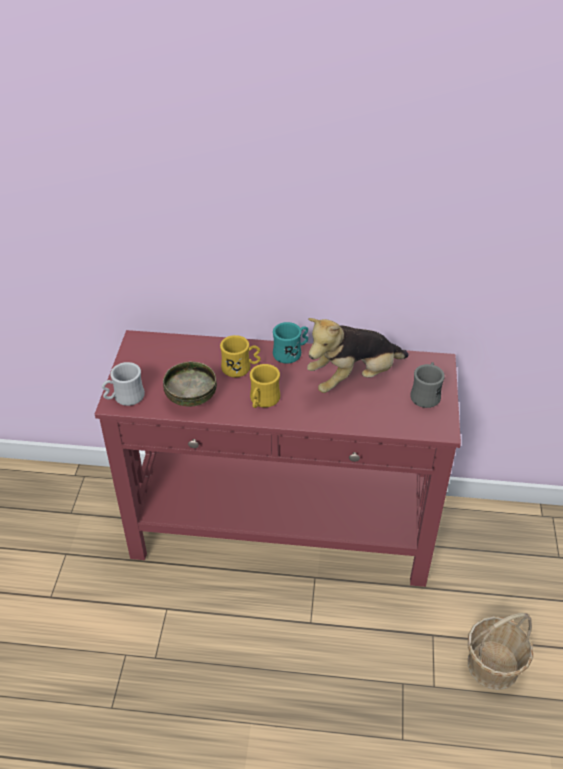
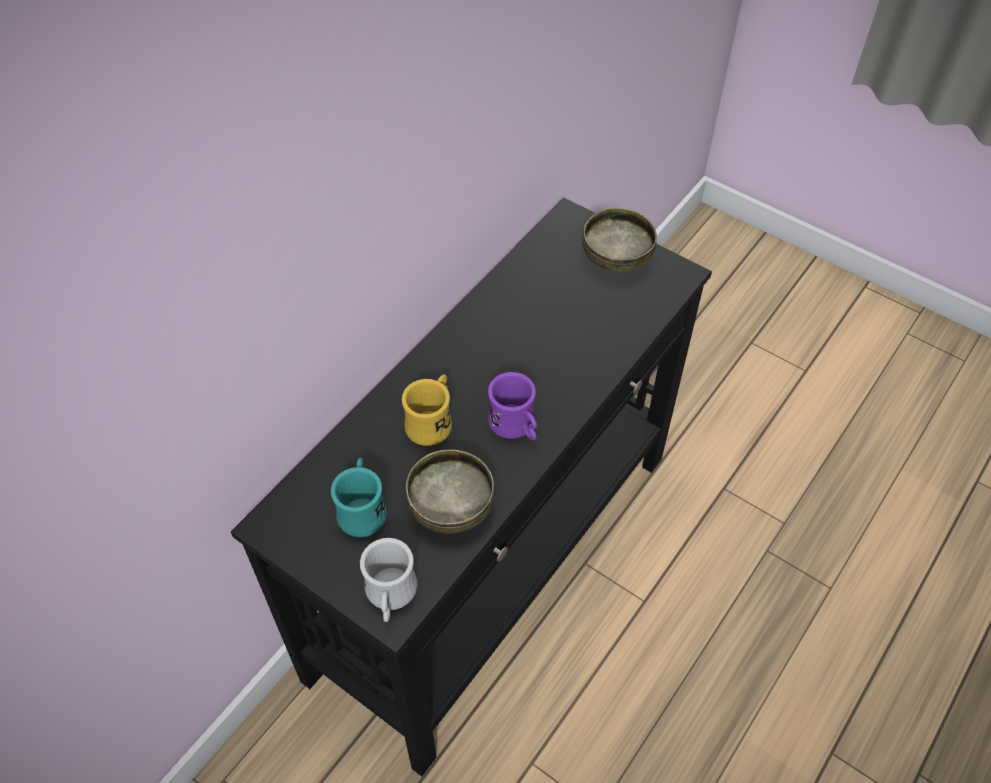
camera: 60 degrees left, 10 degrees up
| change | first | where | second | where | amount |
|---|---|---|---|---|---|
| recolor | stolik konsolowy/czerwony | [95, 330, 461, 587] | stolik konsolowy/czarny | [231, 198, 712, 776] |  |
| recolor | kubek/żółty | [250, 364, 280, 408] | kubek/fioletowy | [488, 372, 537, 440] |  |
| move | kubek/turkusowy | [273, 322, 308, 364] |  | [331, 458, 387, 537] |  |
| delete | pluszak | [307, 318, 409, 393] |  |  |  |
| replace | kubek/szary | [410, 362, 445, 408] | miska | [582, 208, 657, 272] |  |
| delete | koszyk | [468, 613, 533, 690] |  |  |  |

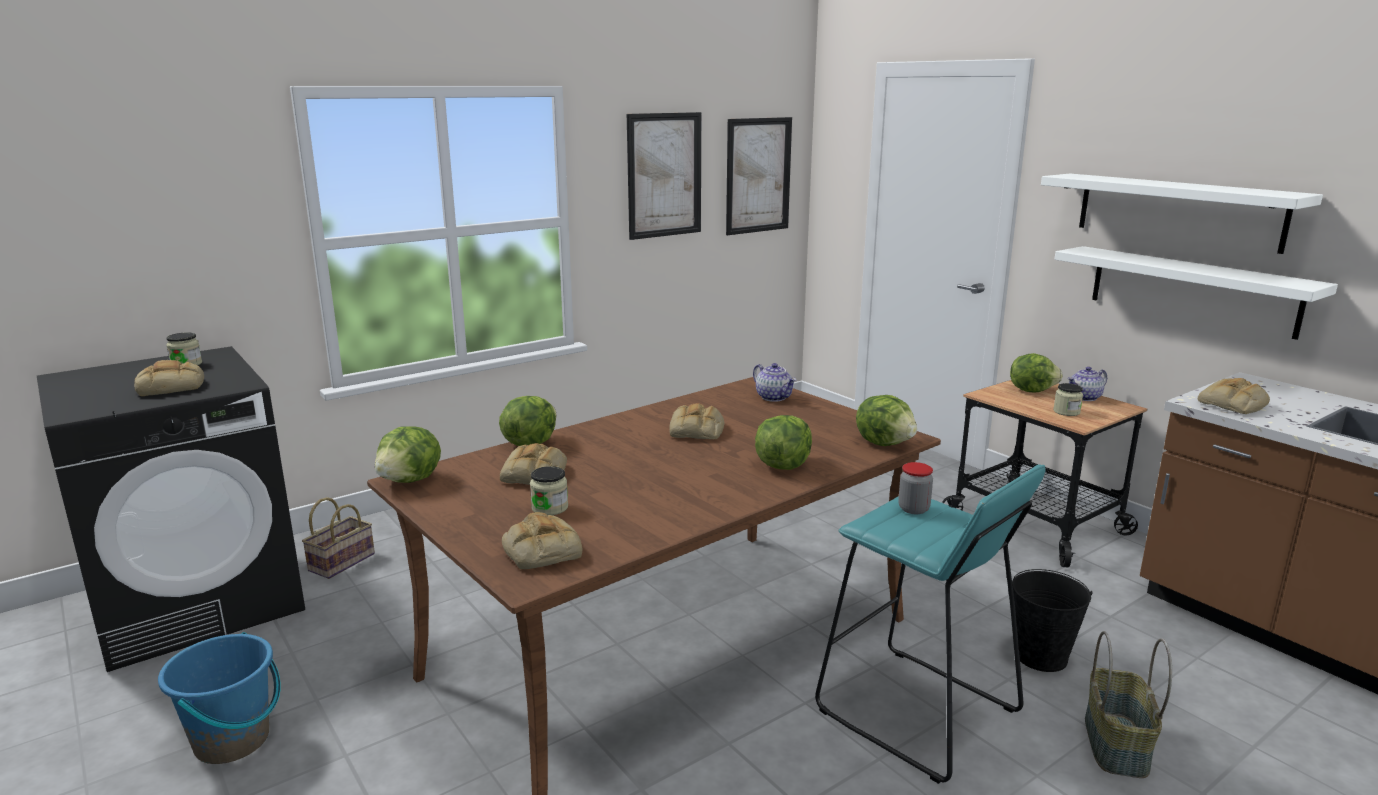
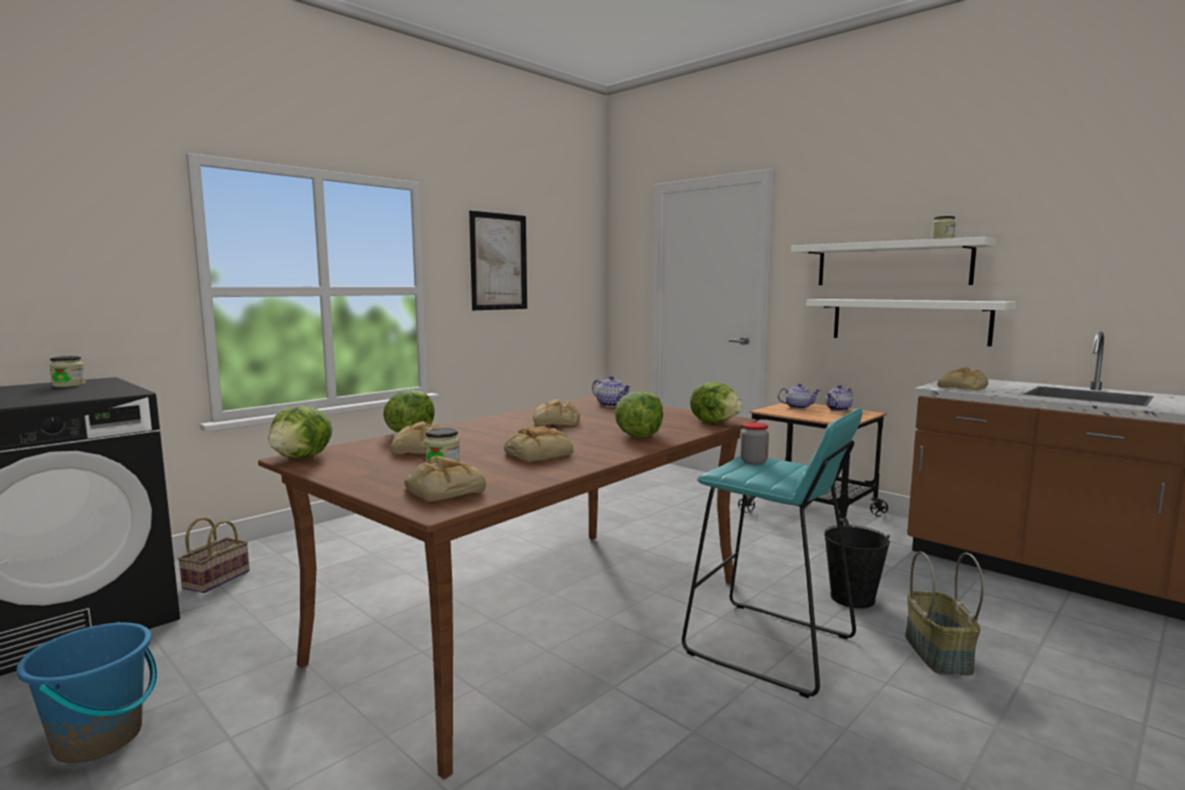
camera: 10 degrees left, 10 degrees down
| change | first | where | second | where | amount |
|---|---|---|---|---|---|
| move | chleb | [134, 360, 204, 396] |  | [504, 426, 574, 462] |  |
| delete | obraz | [726, 117, 792, 235] |  |  |  |
| replace | sałata | [1010, 353, 1063, 392] | imbryk | [778, 383, 821, 409] |  |
| move | słoik | [1053, 383, 1083, 416] |  | [931, 216, 956, 239] |  |

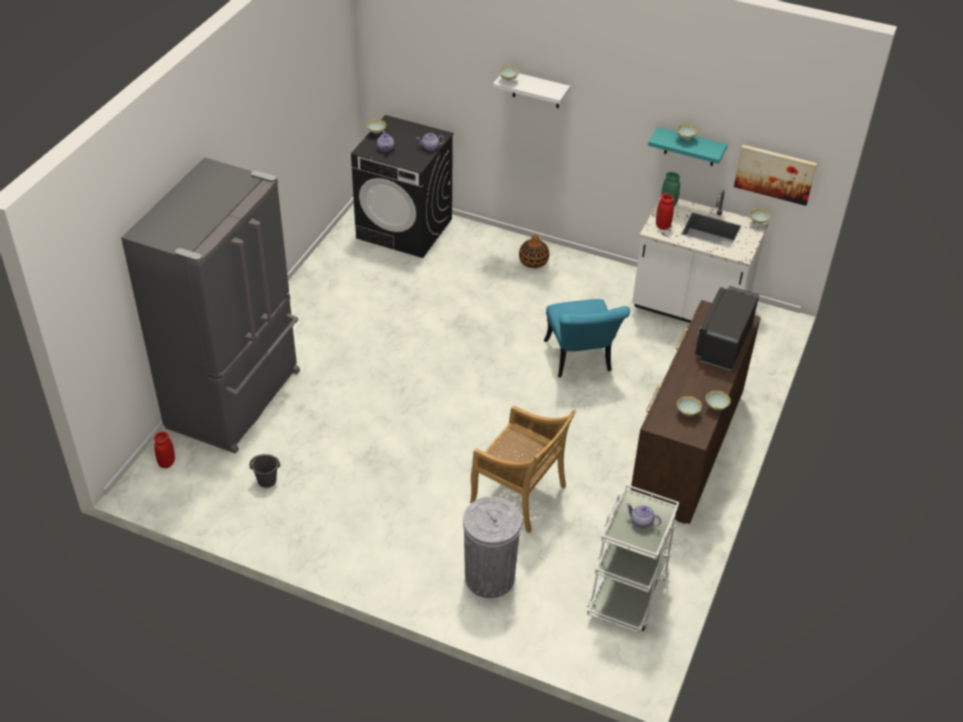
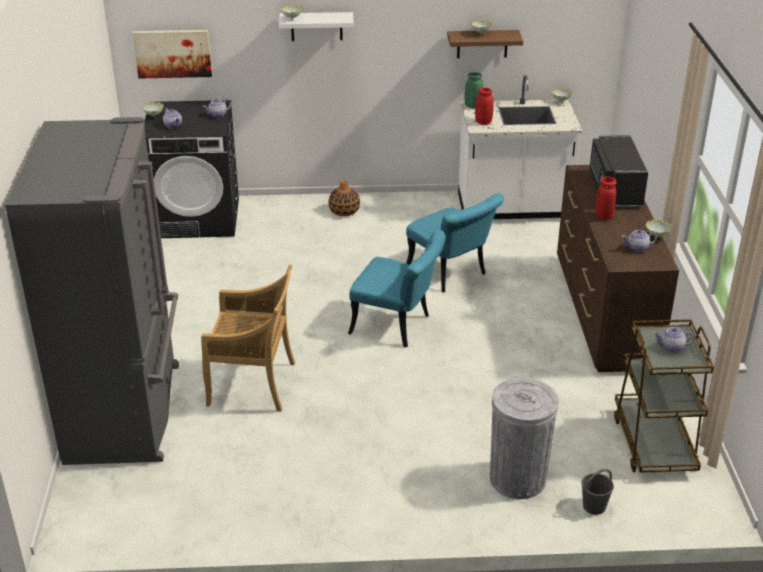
camera: 25 degrees left, 10 degrees down
| change | first | where | second | where | amount |
|---|---|---|---|---|---|
| move | wazon/czerwony | [154, 432, 175, 468] |  | [596, 177, 617, 220] |  |
| move | wiadro/szary | [250, 454, 280, 488] |  | [581, 469, 614, 515] |  |
| move | krzesło/beżowy | [470, 405, 576, 533] |  | [201, 264, 295, 412] |  |
| recolor | wózek/biały | [587, 484, 679, 633] | wózek/brązowy | [614, 319, 714, 473] |  |
| recolor | półka/turkusowy | [648, 127, 728, 166] | półka/brązowy | [447, 30, 523, 58] |  |
| replace | miska | [677, 396, 702, 416] | imbryk | [622, 229, 657, 253] |  |
| move | obraz | [734, 145, 817, 206] |  | [133, 30, 212, 78] |  |
| insert |  |  | krzesło/turkusowy | [348, 230, 446, 347] |  |

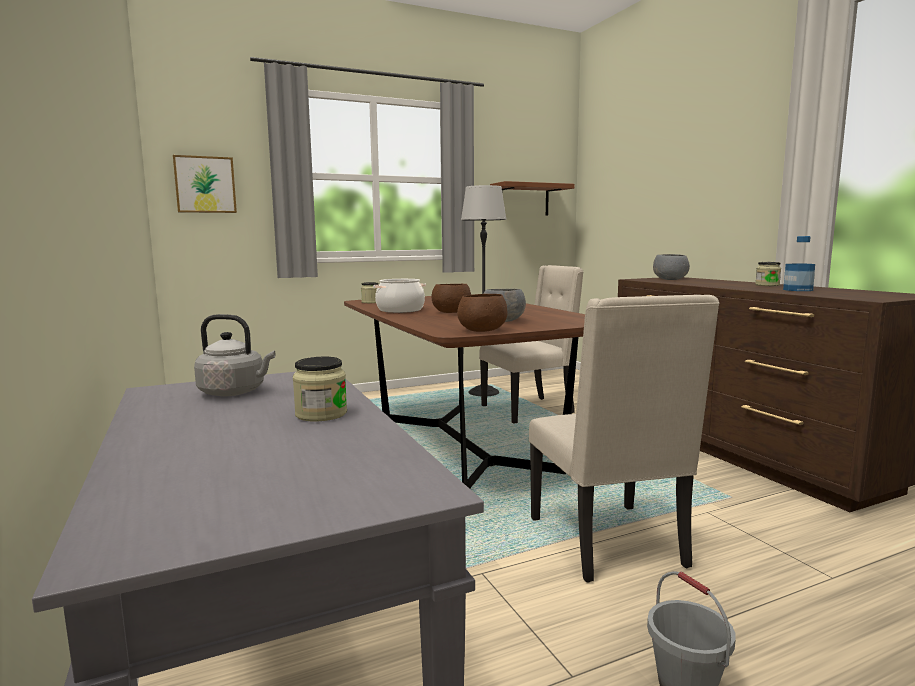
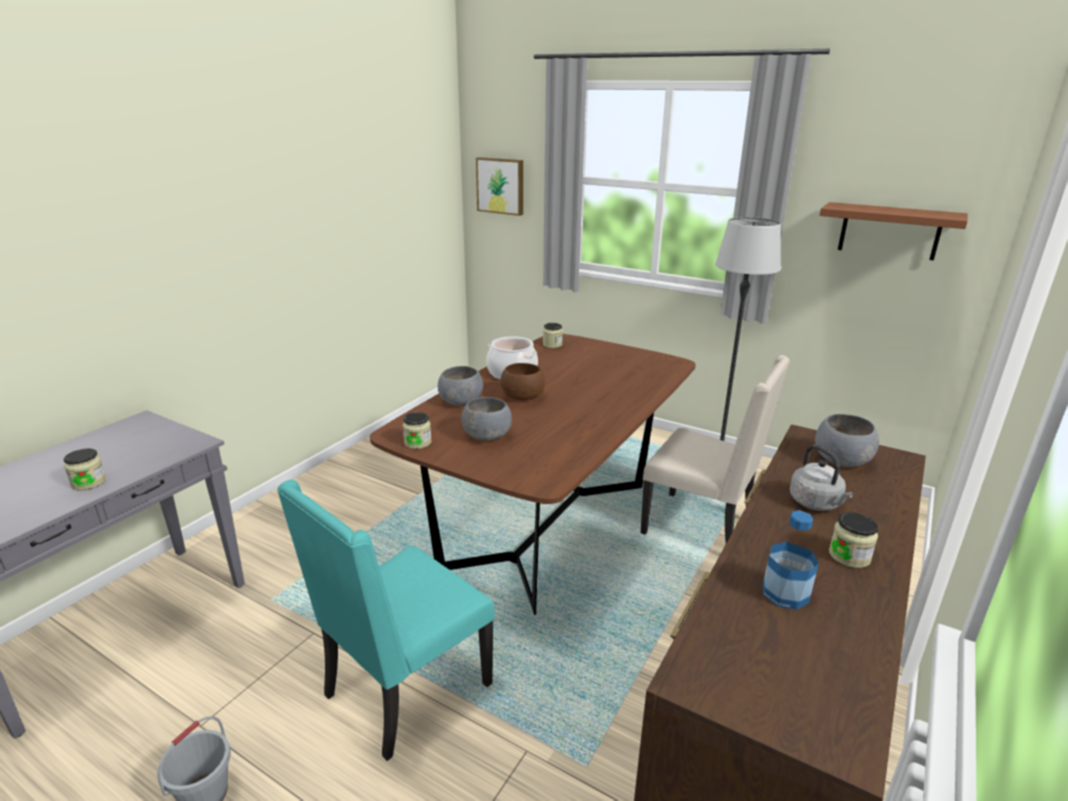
camera: 55 degrees right, 15 degrees up
| change | first | where | second | where | amount |
|---|---|---|---|---|---|
| move | czajnik/szary | [194, 314, 275, 396] |  | [790, 445, 853, 511] |  |
| replace | miska/brązowy | [457, 294, 508, 332] | słoik | [403, 412, 432, 449] |  |
| recolor | krzesło/beżowy | [529, 295, 720, 583] | krzesło/turkusowy | [277, 479, 495, 761] |  |
| insert |  |  | miska/szary | [438, 366, 483, 406] |  |

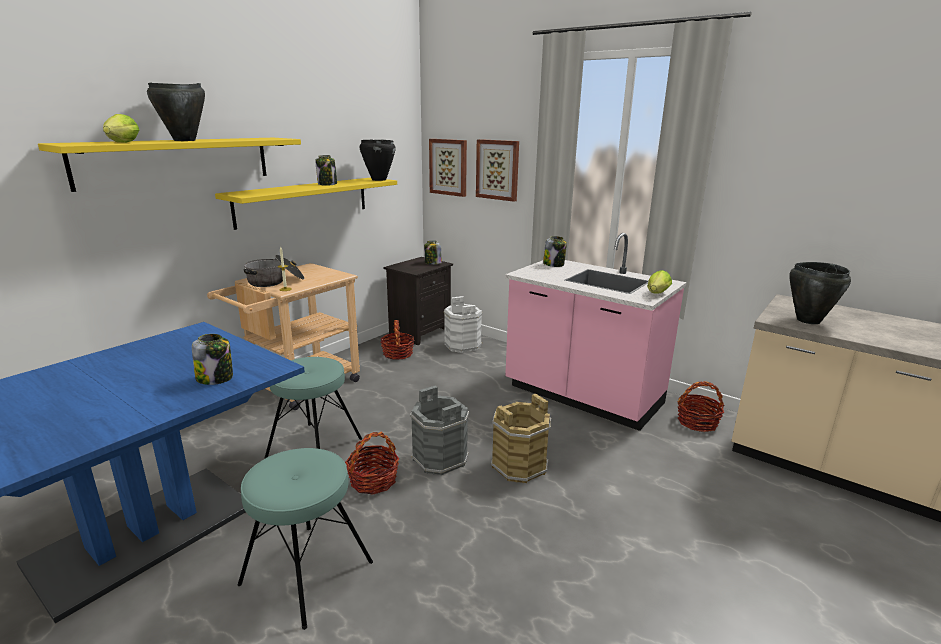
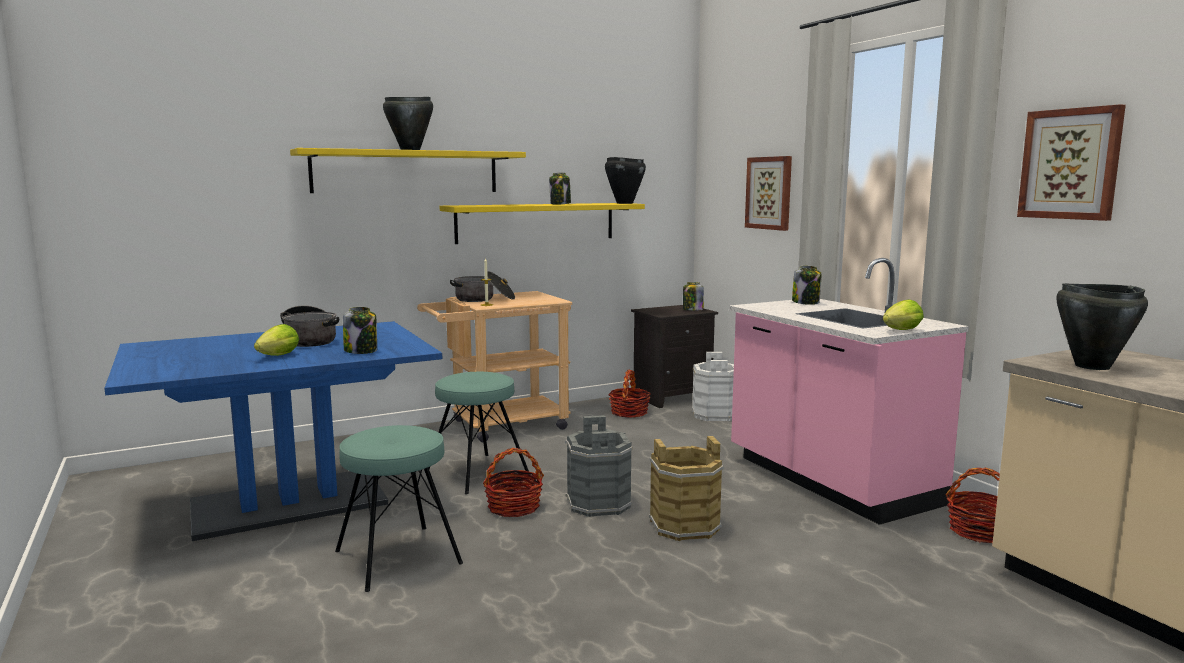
camera: 25 degrees right, 10 degrees down
| change | first | where | second | where | amount |
|---|---|---|---|---|---|
| move | sałata | [103, 114, 139, 143] |  | [254, 324, 299, 356] |  |
| move | obraz | [429, 139, 467, 197] |  | [1017, 104, 1126, 221] |  |
| insert |  |  | garnek | [280, 305, 339, 347] |  |

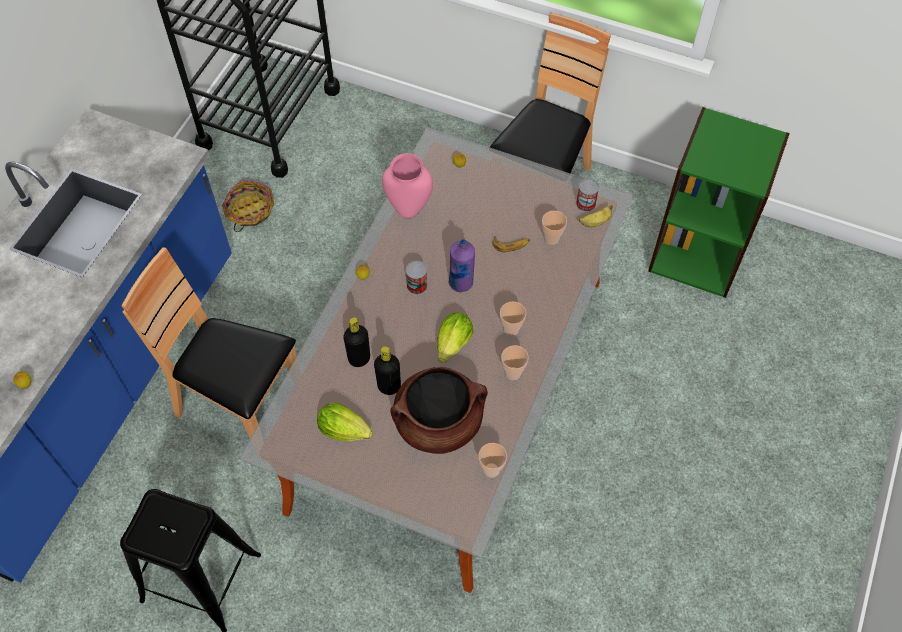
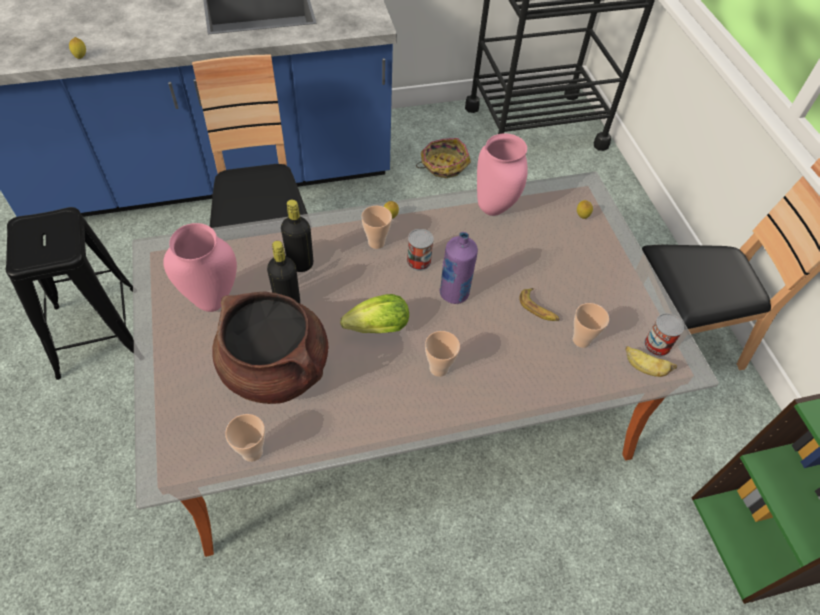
camera: 50 degrees right, 5 degrees down
| change | first | where | second | where | amount |
|---|---|---|---|---|---|
| replace | sałata | [317, 403, 373, 441] | wazon/różowy | [163, 223, 237, 312] |  |
| move | filiżanka | [501, 345, 529, 380] |  | [361, 206, 392, 249] |  |

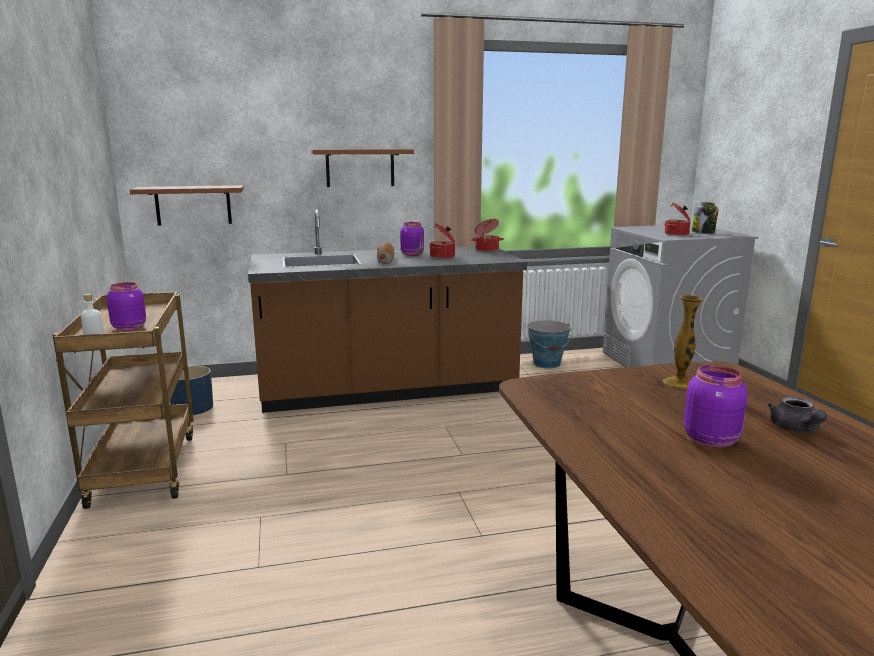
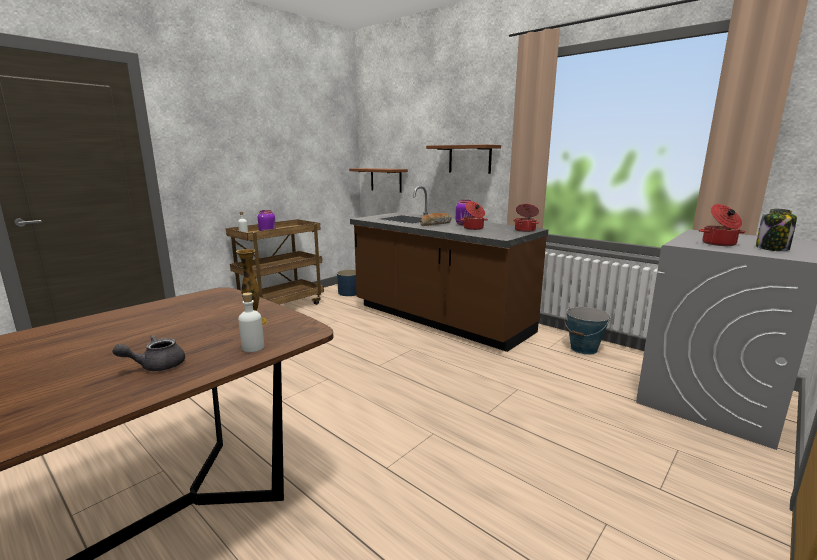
camera: 55 degrees right, 0 degrees up
| change | first | where | second | where | amount |
|---|---|---|---|---|---|
| delete | słoik/fioletowy | [684, 365, 748, 448] |  |  |  |
| insert |  |  | butelka/biały | [238, 292, 264, 352] |  |

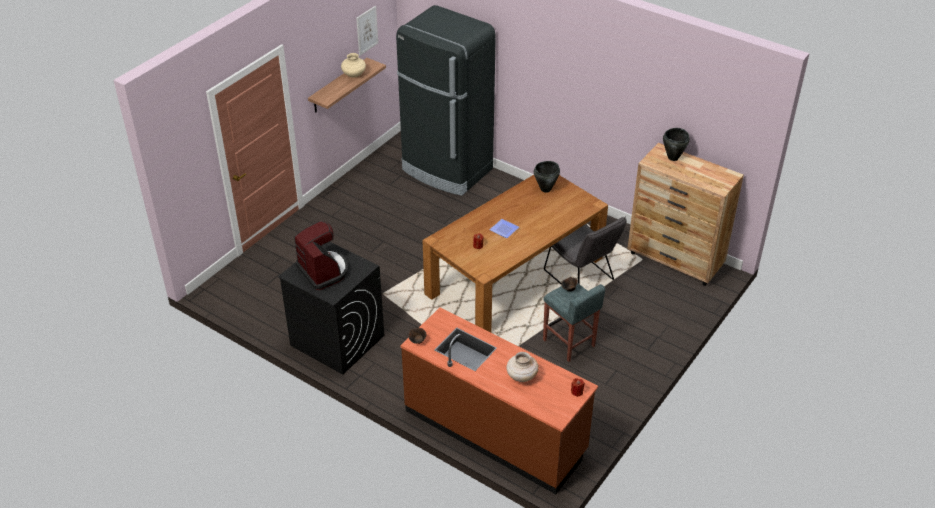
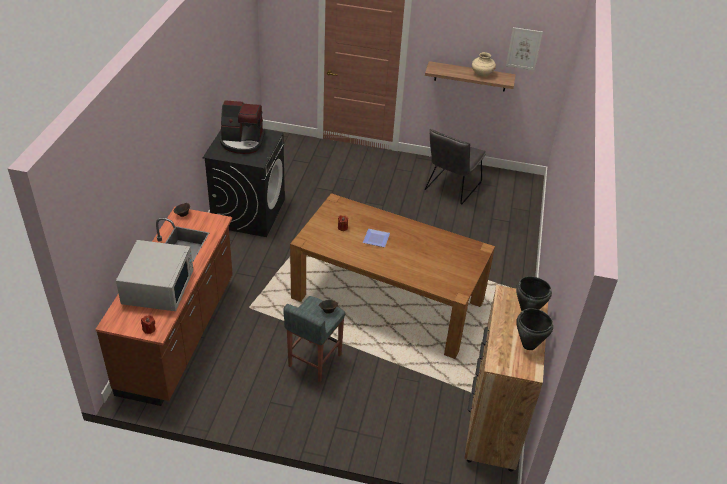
camera: 65 degrees right, 0 degrees up
| change | first | where | second | where | amount |
|---|---|---|---|---|---|
| rotate | ekspres do kawy | [294, 221, 348, 290] |  | [220, 100, 265, 154] | 60 degrees clockwise |
| delete | lodówka/czarny | [396, 5, 496, 196] |  |  |  |
| replace | wazon/beżowy | [506, 352, 539, 382] | mikrofalówka/biały | [116, 240, 193, 311] |  |
| move | garnek/czarny | [534, 161, 560, 193] |  | [516, 308, 553, 350] |  |
| move | krzesło/szary | [544, 217, 626, 285] |  | [425, 129, 486, 205] |  |

